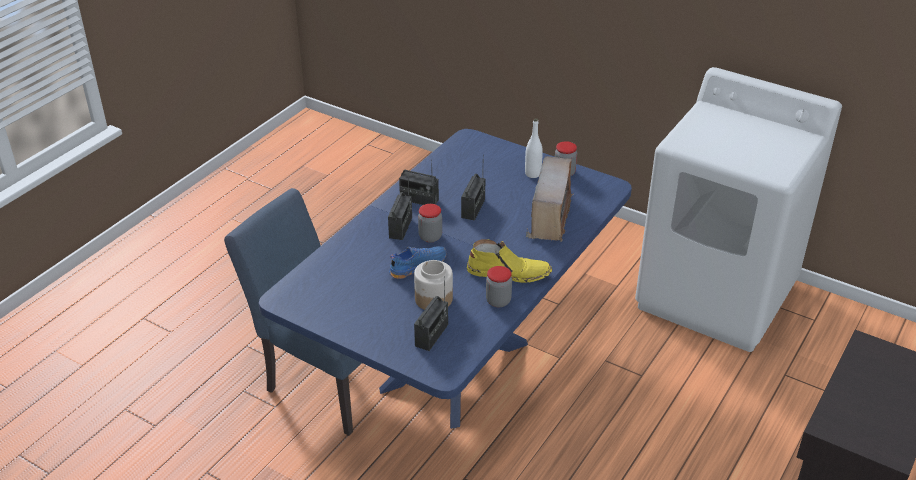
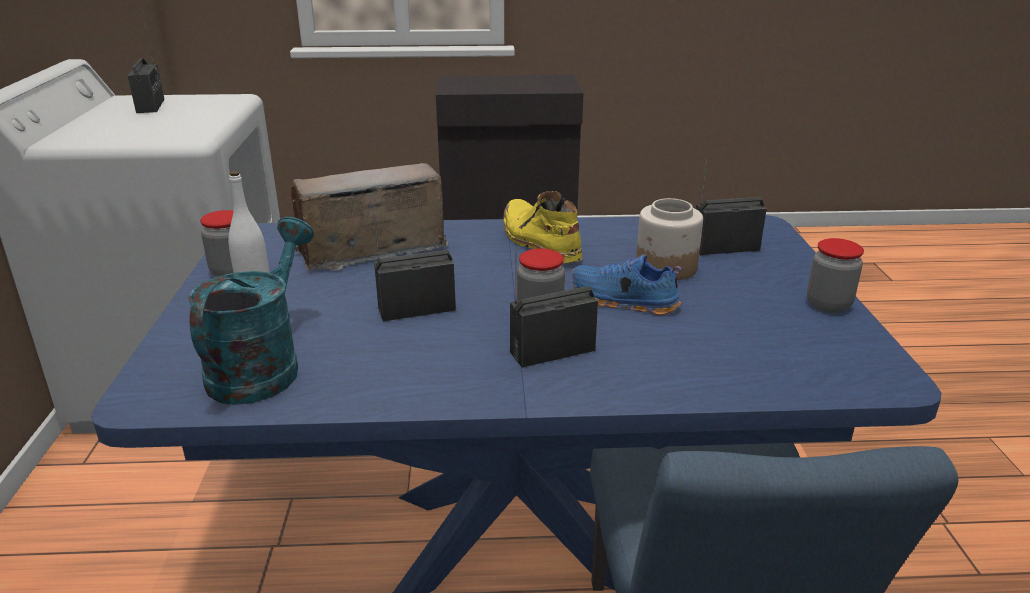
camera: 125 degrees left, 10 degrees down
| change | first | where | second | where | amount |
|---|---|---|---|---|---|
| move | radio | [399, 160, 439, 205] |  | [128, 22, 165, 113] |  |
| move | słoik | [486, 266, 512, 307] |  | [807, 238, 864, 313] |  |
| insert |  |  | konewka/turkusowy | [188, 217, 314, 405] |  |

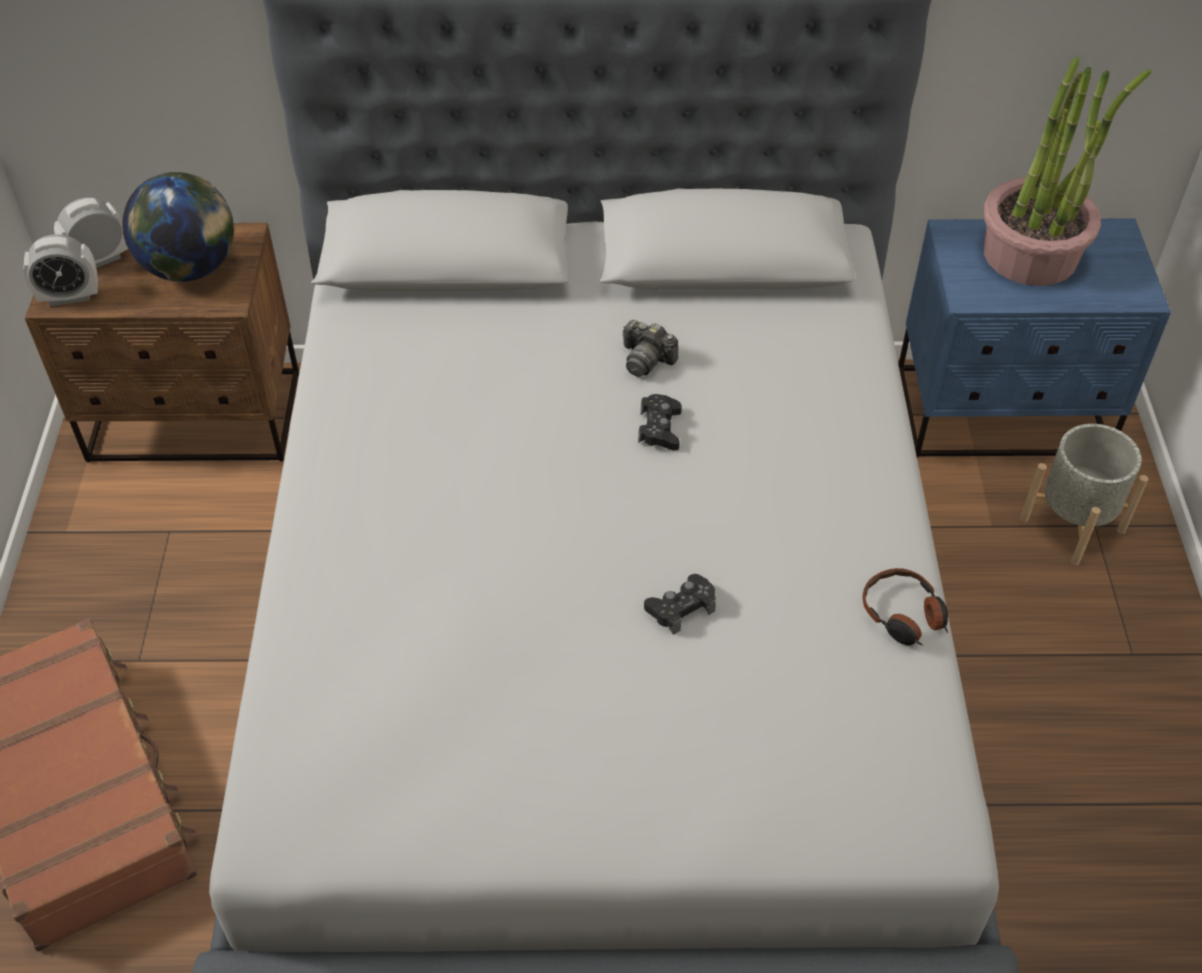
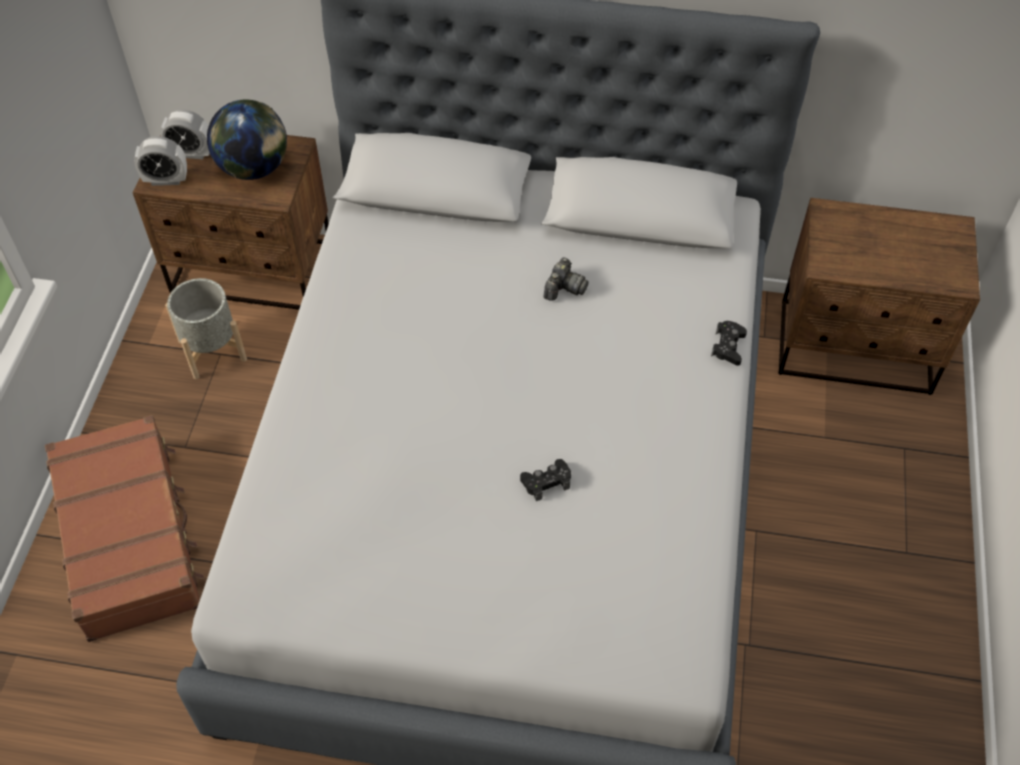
camera: 10 degrees right, 5 degrees up
| change | first | where | second | where | amount |
|---|---|---|---|---|---|
| rotate | budzik | [54, 198, 128, 268] |  | [160, 110, 210, 159] | 150 degrees counterclockwise |
| rotate | aparat fotograficzny | [623, 320, 678, 377] |  | [544, 258, 589, 301] | 105 degrees counterclockwise |
| move | pad do gier/czarny | [638, 394, 682, 451] |  | [711, 321, 747, 365] |  |
| delete | słuchawki | [863, 568, 948, 646] |  |  |  |
| recolor | szafka nocna/niebieski | [898, 218, 1171, 458] | szafka nocna/brązowy | [778, 198, 980, 395] |  |
| delete | roślina doniczkowa | [983, 56, 1151, 286] |  |  |  |
| move | donica/szary | [1020, 424, 1148, 566] |  | [165, 278, 247, 379] |  |

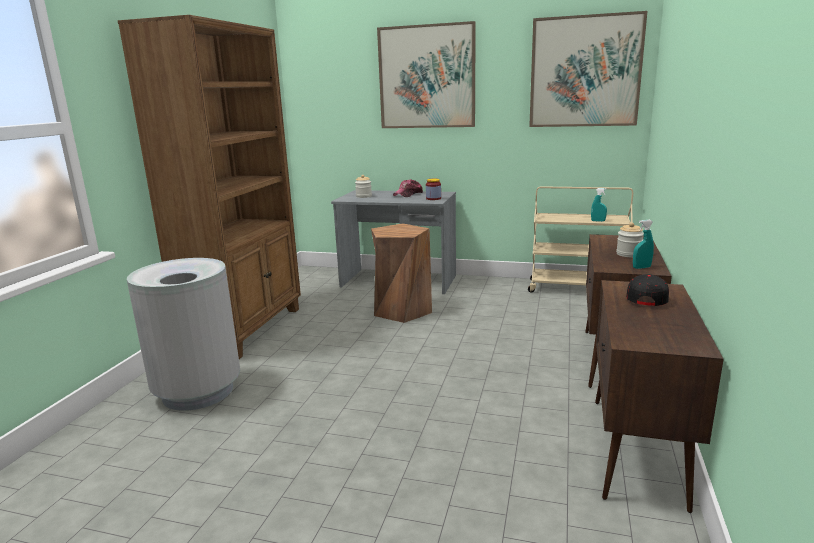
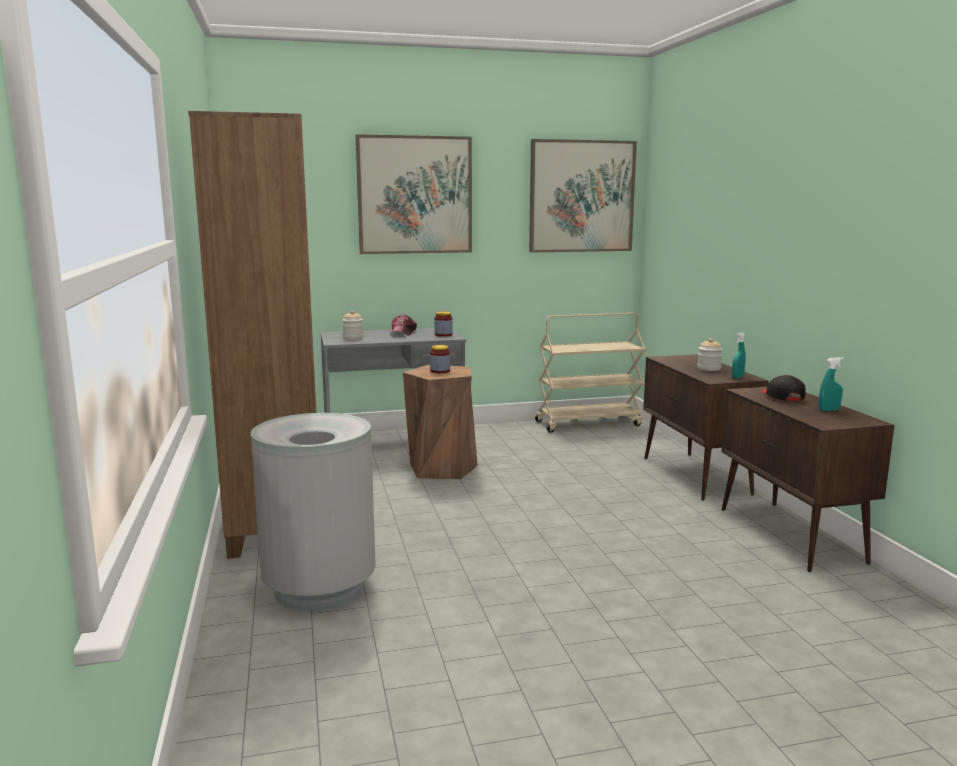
camera: 30 degrees left, 5 degrees down
| change | first | where | second | where | amount |
|---|---|---|---|---|---|
| move | spryskiwacz/turkusowy | [591, 188, 607, 222] |  | [819, 357, 844, 411] |  |
| insert |  |  | słoik | [430, 345, 450, 373] |  |

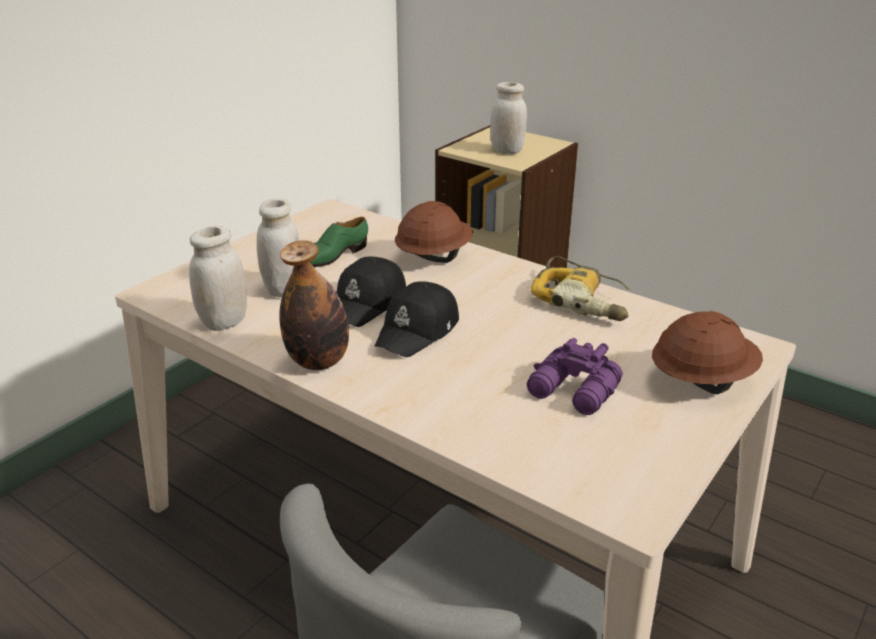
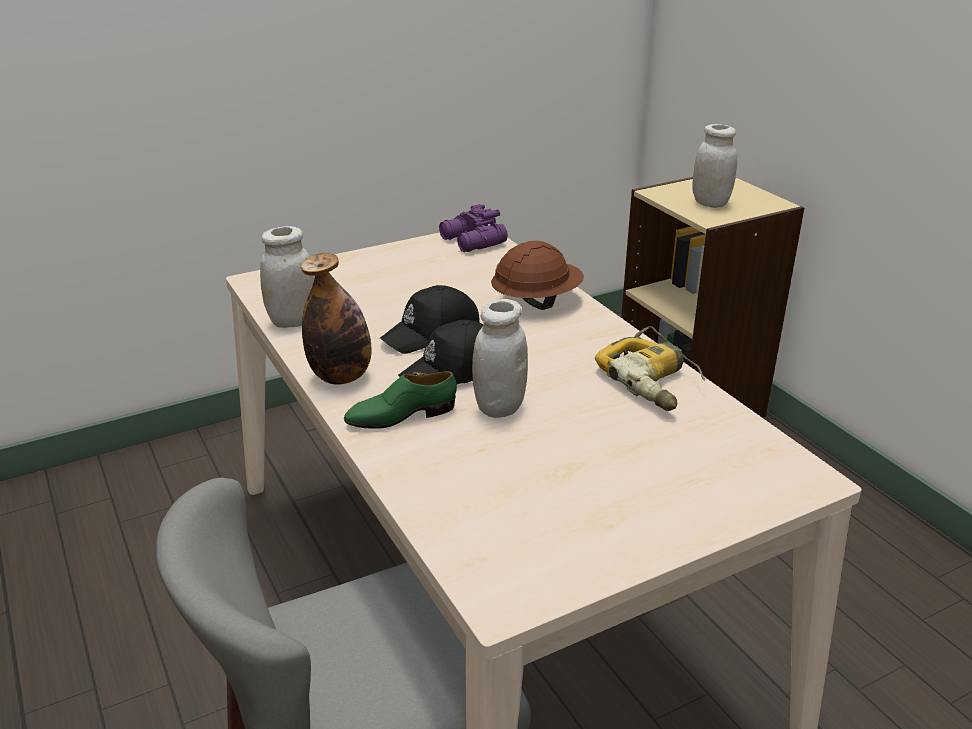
camera: 25 degrees right, 0 degrees up
| change | first | where | second | where | amount |
|---|---|---|---|---|---|
| move | słoik/biały | [257, 199, 299, 297] |  | [472, 299, 528, 418] |  |
| move | but/zielony | [310, 217, 368, 267] |  | [344, 371, 457, 429] |  |
| move | lornetka/fioletowy | [527, 338, 622, 415] |  | [439, 204, 508, 252] |  |
| delete | kask/brązowy | [652, 311, 763, 394] |  |  |  |

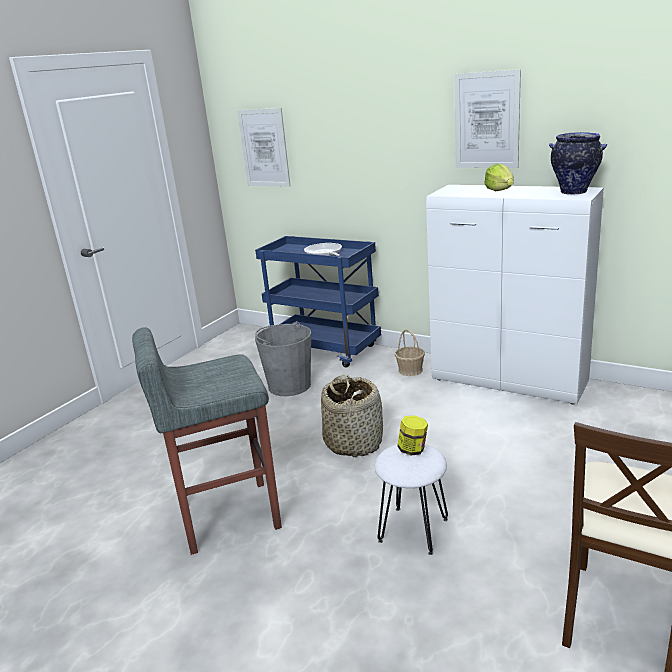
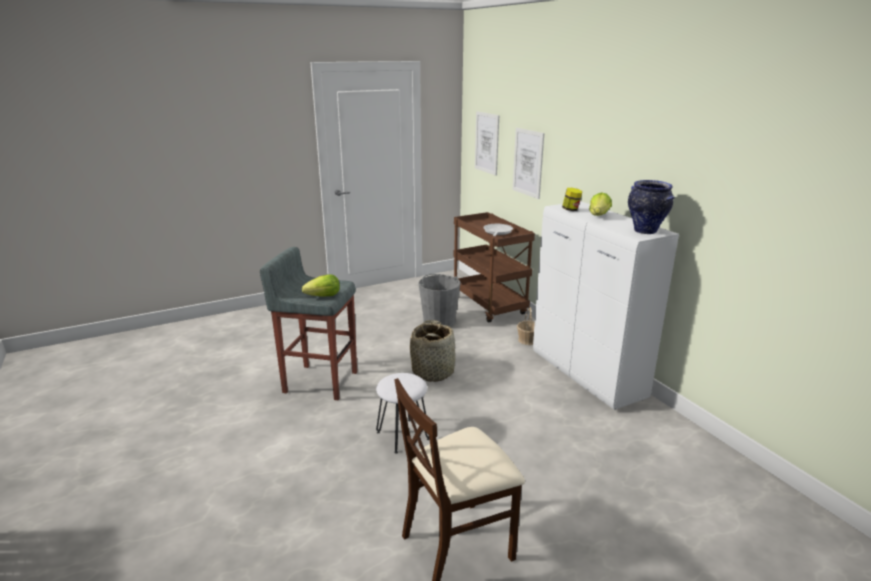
camera: 30 degrees right, 0 degrees up
| change | first | where | second | where | amount |
|---|---|---|---|---|---|
| recolor | wózek/niebieski | [255, 236, 381, 368] | wózek/brązowy | [453, 212, 535, 323] |  |
| move | słoik | [397, 415, 428, 455] |  | [562, 188, 582, 211] |  |
| move | obraz | [455, 69, 521, 168] |  | [513, 128, 544, 199] |  |
| insert |  |  | sałata | [302, 274, 340, 297] |  |

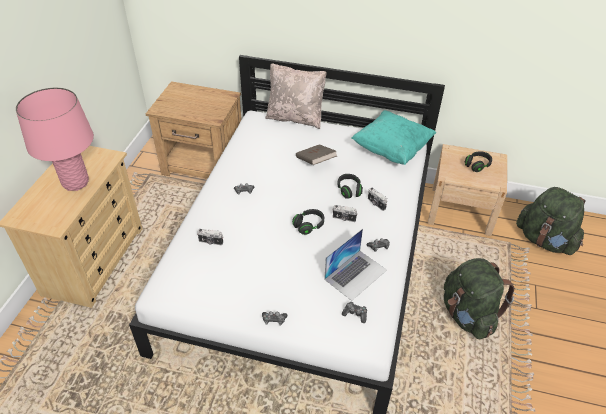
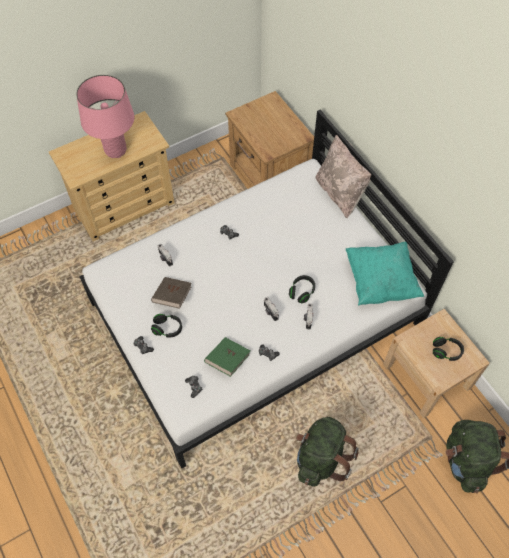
camera: 45 degrees right, 15 degrees up
| change | first | where | second | where | amount |
|---|---|---|---|---|---|
| move | słuchawki/czarny | [292, 209, 324, 235] |  | [151, 314, 182, 337] |  |
| move | książka/brązowy | [296, 144, 337, 165] |  | [151, 277, 191, 309] |  |
| replace | laptop | [324, 229, 387, 301] | książka/zielony | [204, 337, 250, 377] |  |

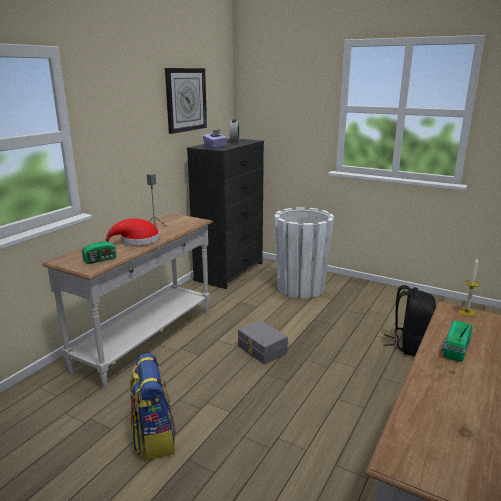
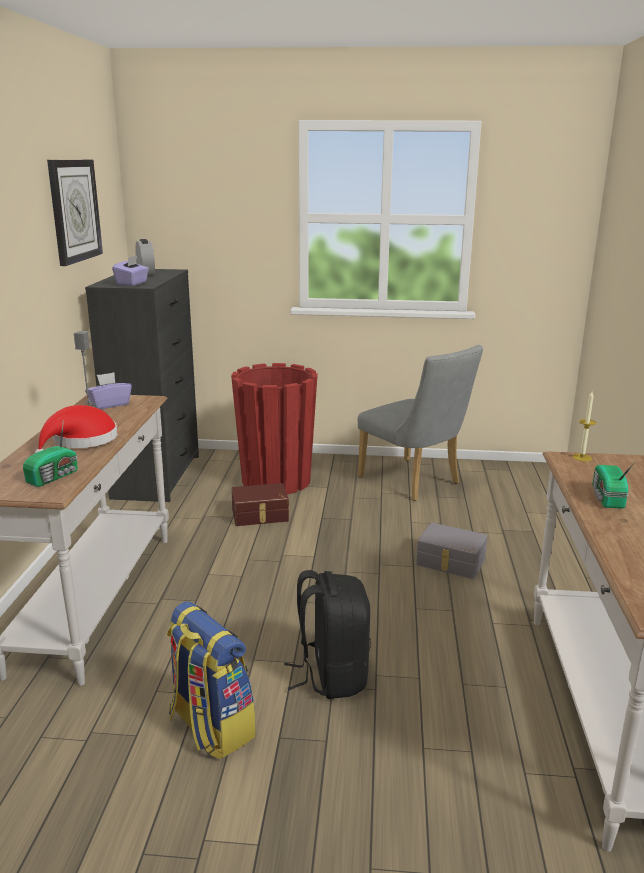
camera: 25 degrees left, 0 degrees up
| change | first | where | second | where | amount |
|---|---|---|---|---|---|
| move | pojemnik do przechowywania/szary | [238, 320, 288, 365] |  | [416, 522, 487, 579] |  |
| recolor | donica/biały | [274, 207, 334, 299] | donica/czerwony | [231, 363, 318, 495] |  |
| move | plecak/czarny | [384, 285, 436, 356] |  | [284, 570, 371, 699] |  |
| insert |  |  | pudełko chusteczek/fioletowy | [85, 372, 132, 409] |  |
| insert |  |  | pojemnik do przechowywania/brązowy | [231, 483, 289, 526] |  |
| insert |  |  | krzesło/szary | [358, 345, 483, 501] |  |

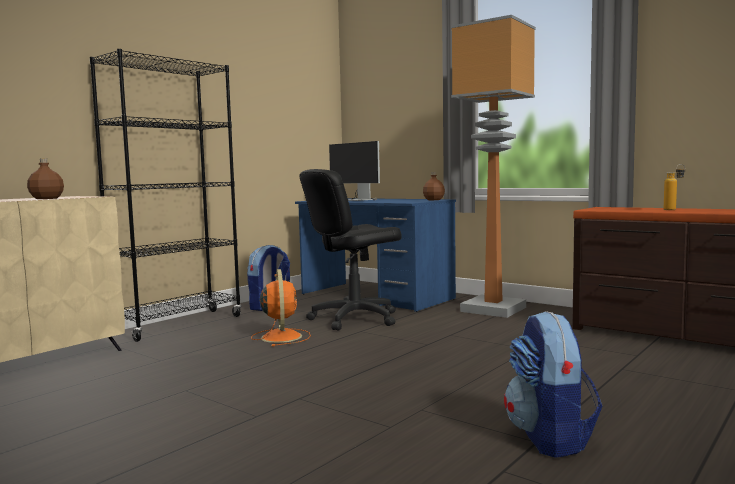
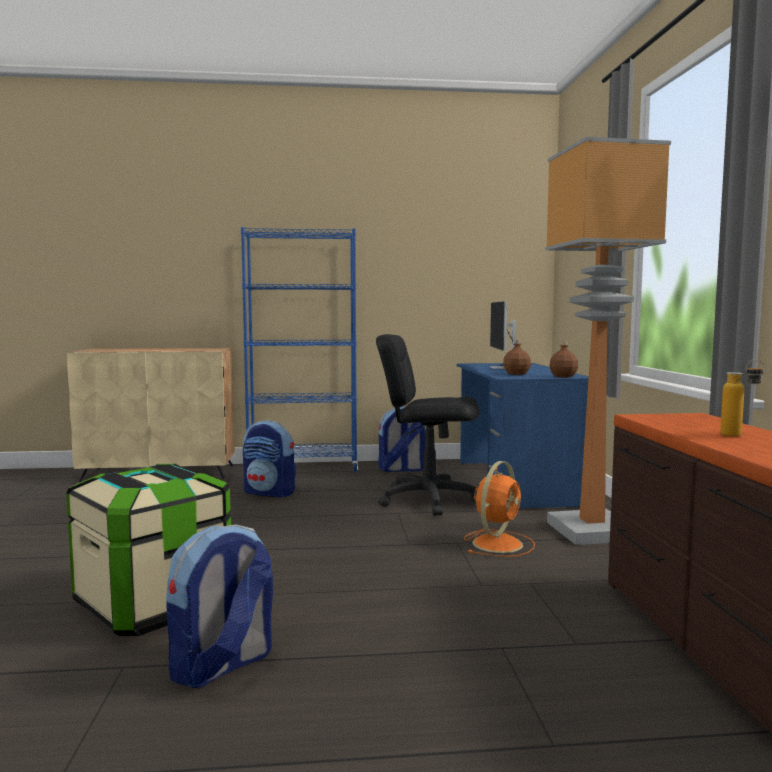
camera: 45 degrees right, 0 degrees up
| change | first | where | second | where | amount |
|---|---|---|---|---|---|
| move | butelka/brązowy | [27, 158, 64, 199] |  | [503, 340, 531, 375] |  |
| recolor | regał/czarny | [90, 49, 241, 342] | regał/niebieski | [241, 227, 358, 472] |  |
| move | wentylator/pomarańczowy | [251, 269, 311, 347] |  | [464, 461, 535, 557] |  |
| insert |  |  | pojemnik do przechowywania | [66, 464, 231, 636] |  |
| insert |  |  | plecak | [243, 420, 296, 497] |  |

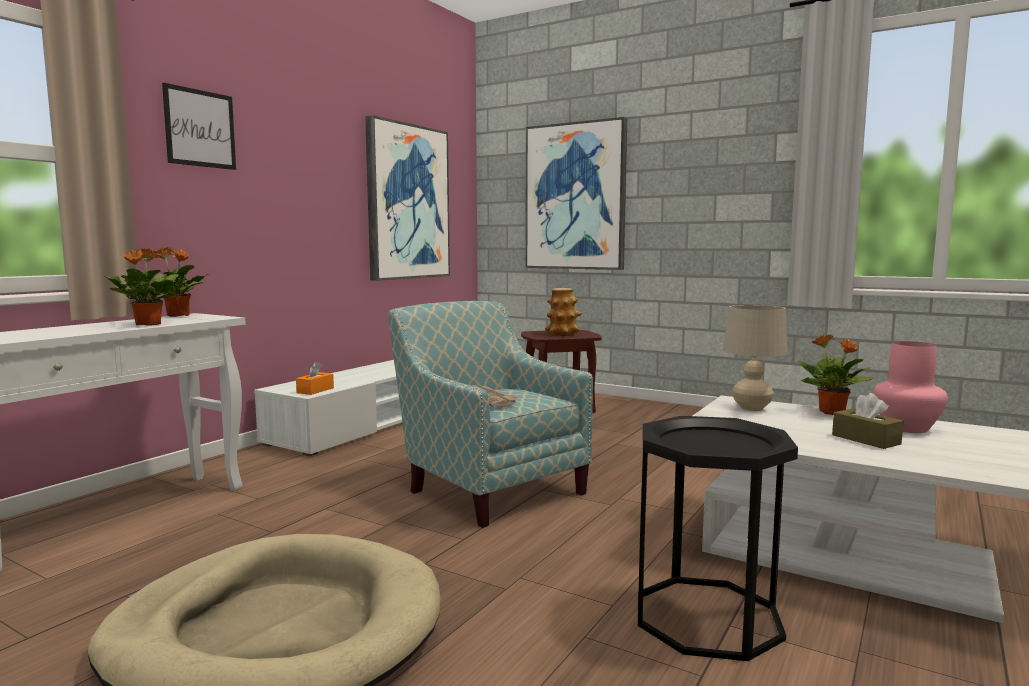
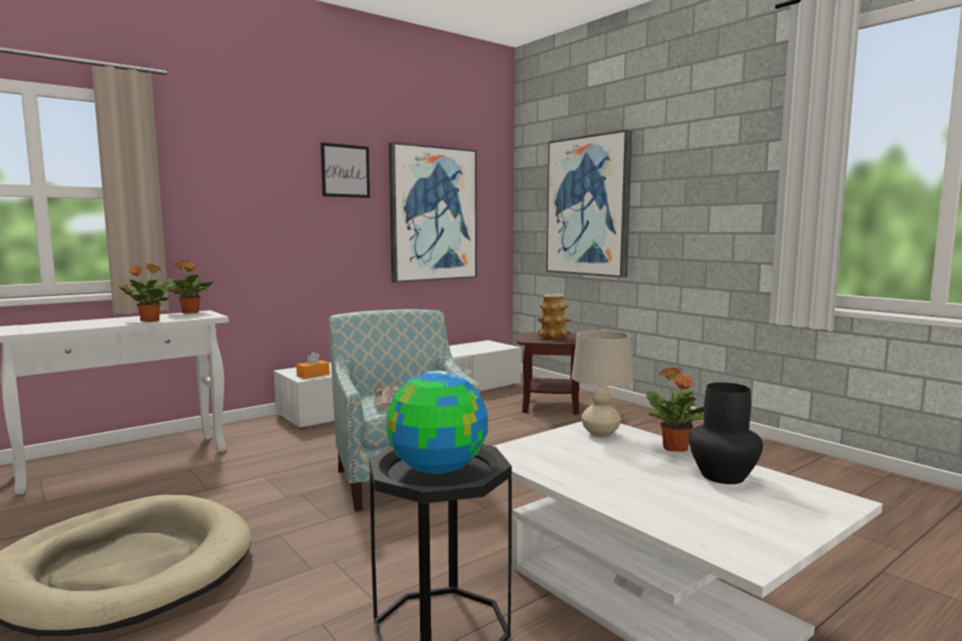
camera: 20 degrees right, 0 degrees up
| change | first | where | second | where | amount |
|---|---|---|---|---|---|
| move | obraz | [162, 83, 236, 170] |  | [321, 142, 370, 198] |  |
| delete | pudełko chusteczek/brązowy | [832, 393, 903, 449] |  |  |  |
| recolor | wazon/różowy | [873, 341, 948, 433] | wazon/czarny | [689, 382, 763, 484] |  |
| insert |  |  | globus | [387, 371, 488, 474] |  |

